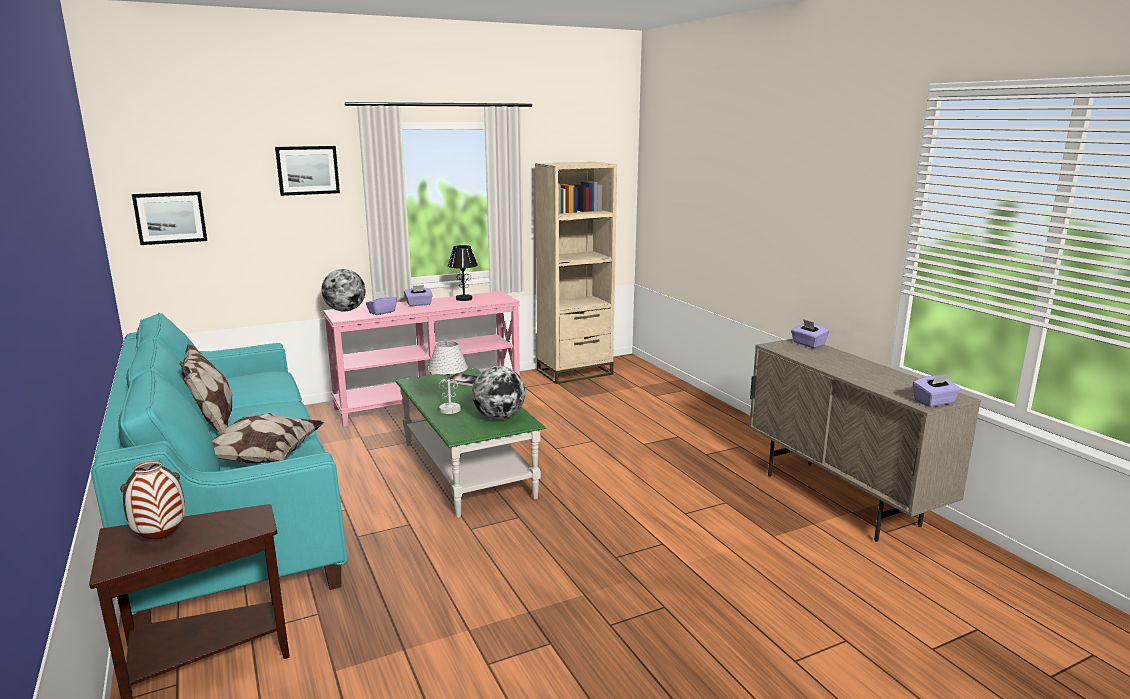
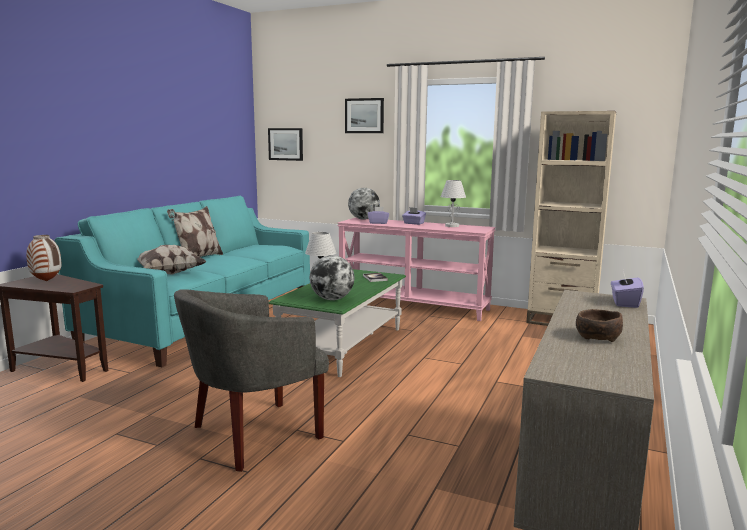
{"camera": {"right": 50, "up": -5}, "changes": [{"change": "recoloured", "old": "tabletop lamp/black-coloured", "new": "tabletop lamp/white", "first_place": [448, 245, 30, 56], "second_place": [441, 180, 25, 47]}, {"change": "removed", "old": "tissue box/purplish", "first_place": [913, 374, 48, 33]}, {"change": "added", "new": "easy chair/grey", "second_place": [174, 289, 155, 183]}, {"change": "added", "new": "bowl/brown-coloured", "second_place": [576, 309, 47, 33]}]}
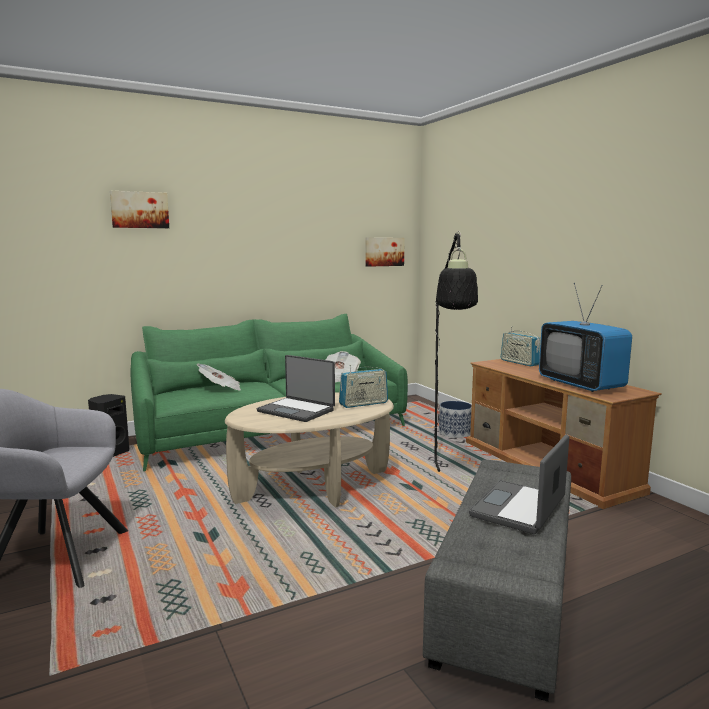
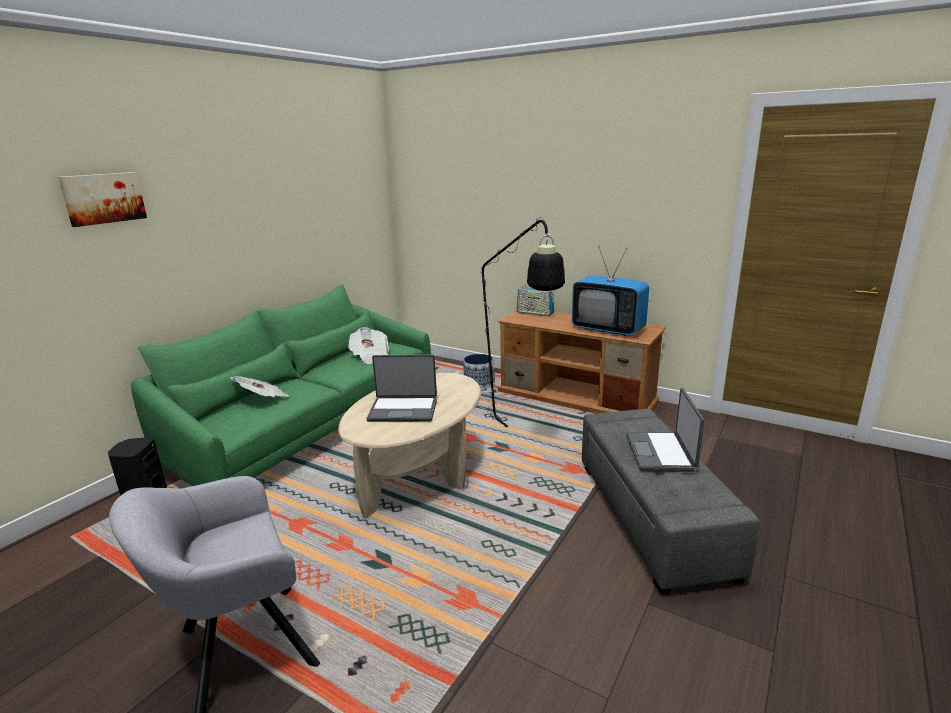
{"camera": {"right": -30, "up": 10}, "changes": [{"change": "removed", "old": "radio set", "first_place": [339, 365, 49, 43]}, {"change": "removed", "old": "wall art", "first_place": [365, 237, 40, 30]}]}
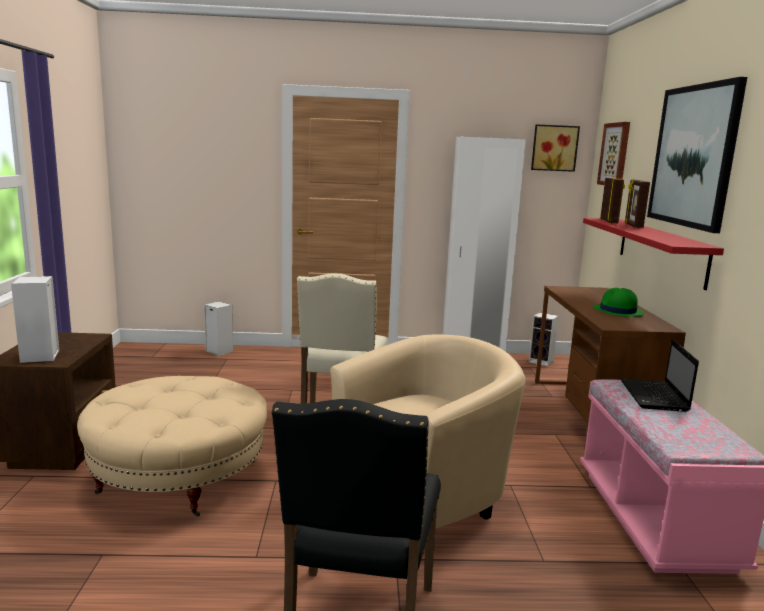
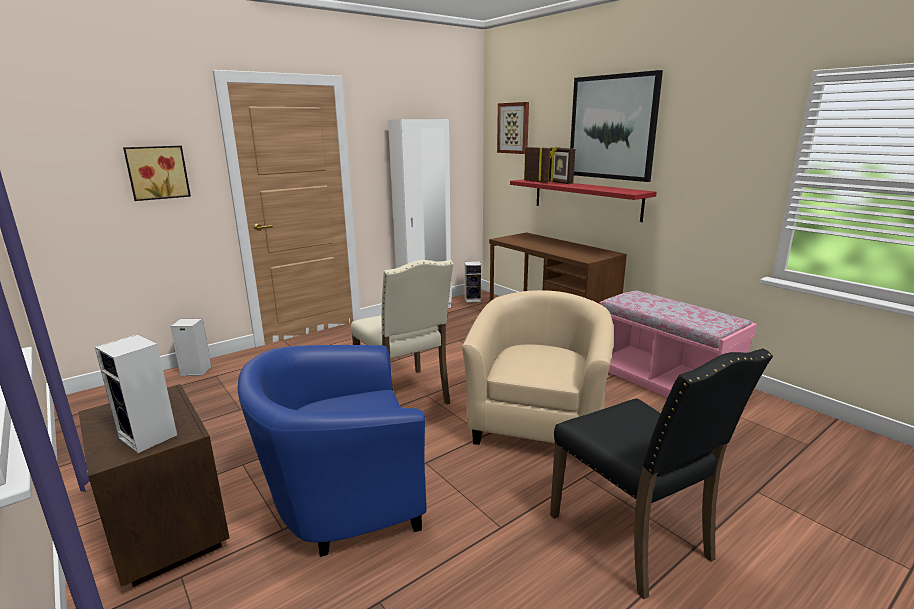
{"camera": {"right": -35, "up": 5}, "changes": [{"change": "replaced", "old": "ottoman/sand-coloured", "new": "easy chair/blue", "first_place": [77, 376, 190, 141], "second_place": [238, 345, 188, 212]}, {"change": "moved", "old": "wall art", "first_place": [531, 124, 49, 48], "second_place": [123, 146, 68, 55]}, {"change": "removed", "old": "wearable hat/green-coloured", "first_place": [593, 288, 51, 29]}, {"change": "removed", "old": "notebook computer", "first_place": [620, 339, 79, 73]}]}
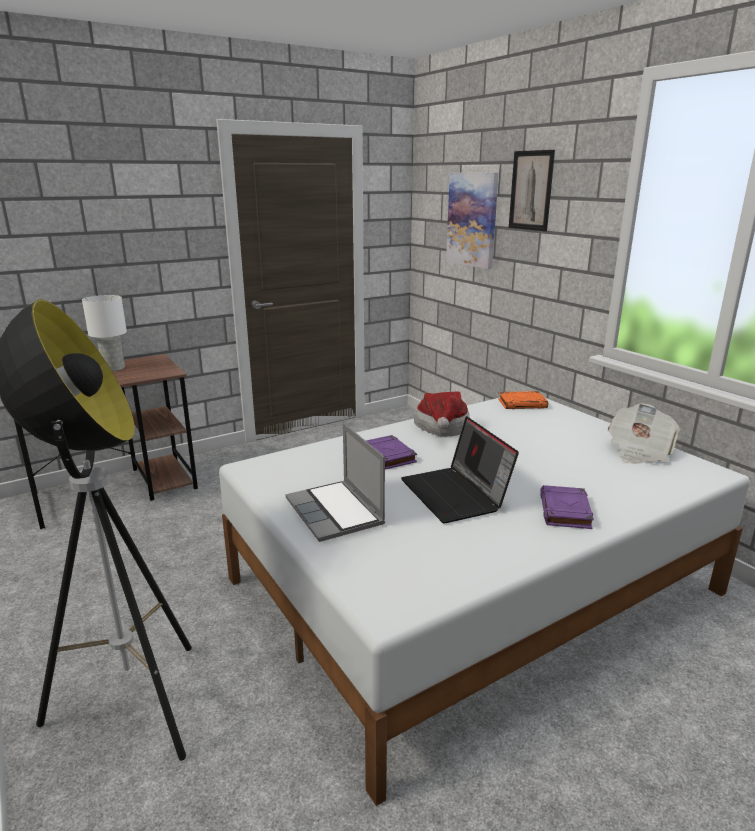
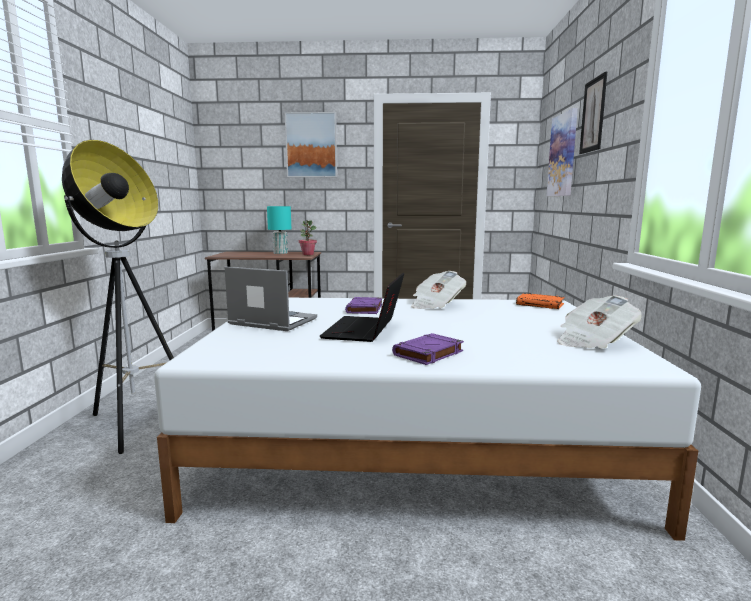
{"camera": {"right": 35, "up": -10}, "changes": [{"change": "recoloured", "old": "tabletop lamp/white", "new": "tabletop lamp/turquoise", "first_place": [82, 295, 45, 77], "second_place": [267, 206, 24, 48]}, {"change": "turned", "old": "notebook computer", "first_place": [286, 423, 99, 119], "second_place": [225, 267, 92, 64], "degrees": 105}, {"change": "replaced", "old": "wearable hat", "new": "printed paper", "first_place": [414, 391, 56, 46], "second_place": [411, 271, 55, 38]}, {"change": "added", "new": "wall art", "second_place": [285, 112, 52, 66]}, {"change": "added", "new": "potted plant", "second_place": [299, 220, 18, 35]}]}
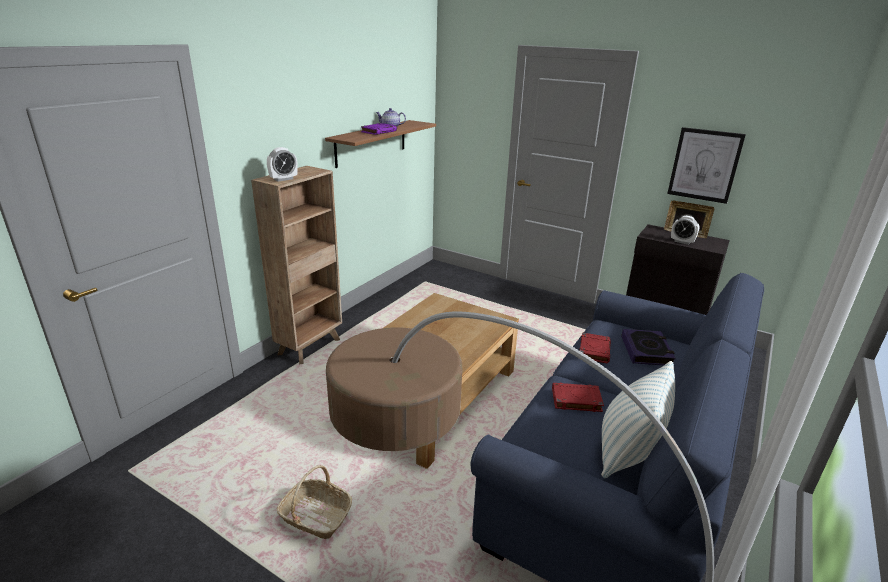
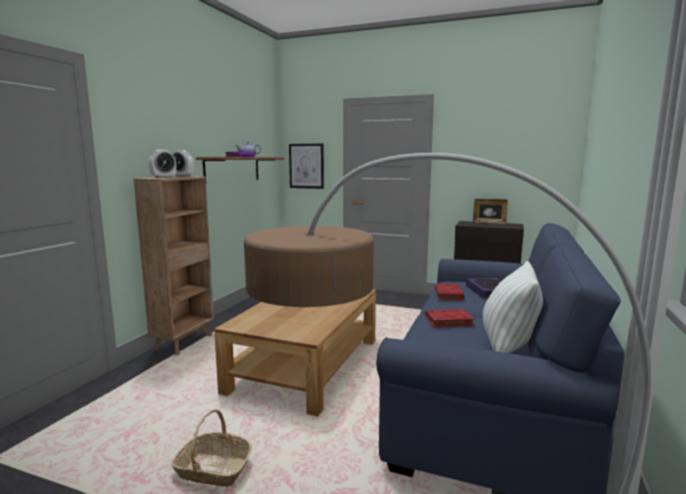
{"camera": {"right": -10, "up": -15}, "changes": [{"change": "moved", "old": "wall art", "first_place": [667, 127, 79, 77], "second_place": [289, 143, 35, 46]}, {"change": "moved", "old": "table clock", "first_place": [671, 216, 28, 29], "second_place": [173, 150, 21, 27]}]}
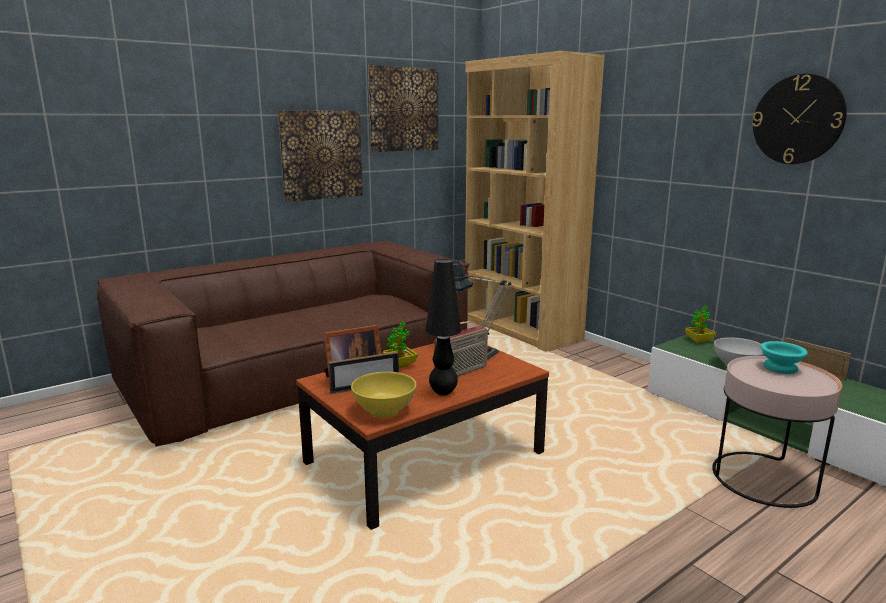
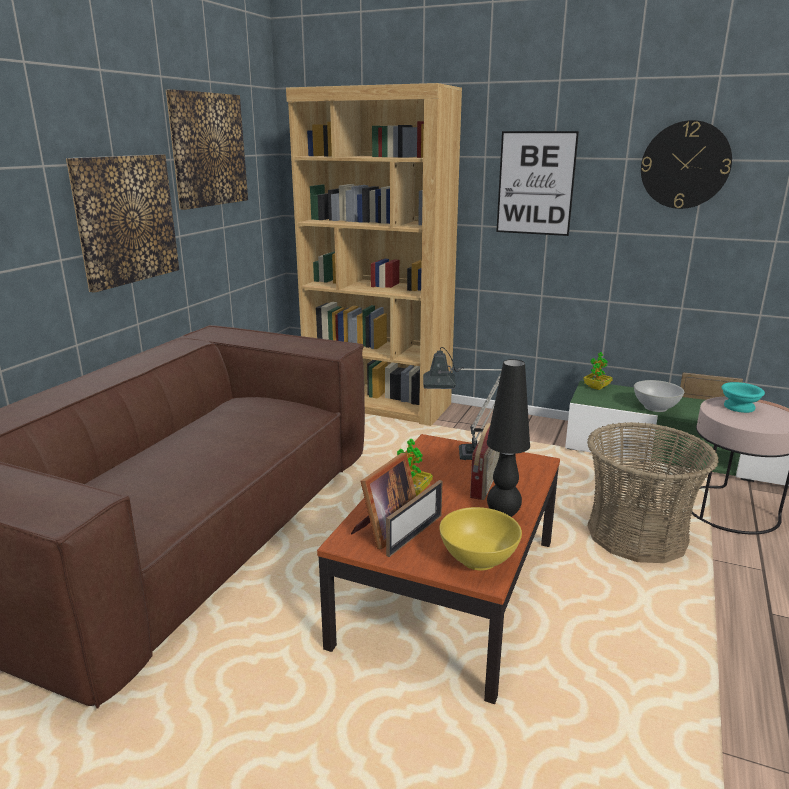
{"camera": {"right": -30, "up": 5}, "changes": [{"change": "added", "new": "wall art", "second_place": [496, 131, 83, 105]}, {"change": "added", "new": "household basket", "second_place": [587, 422, 132, 141]}]}
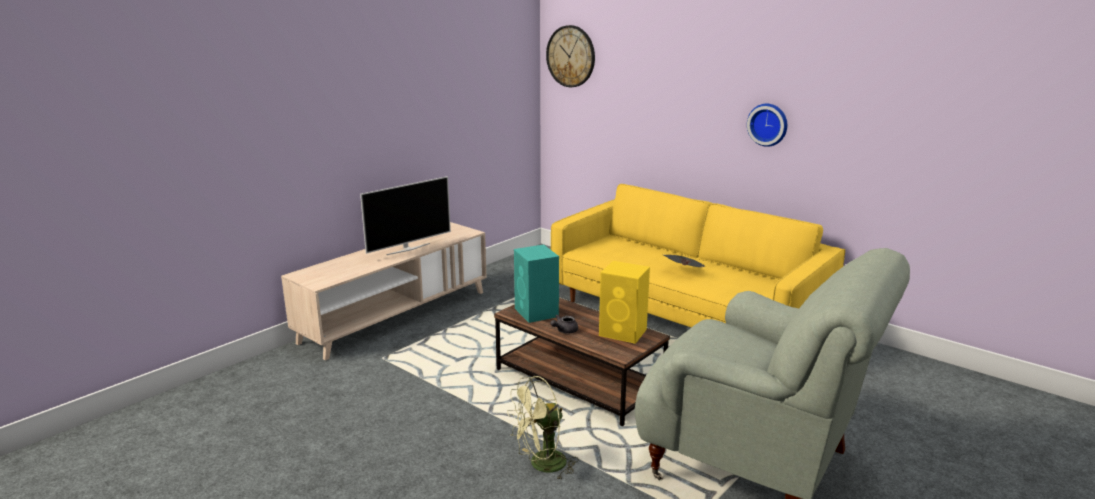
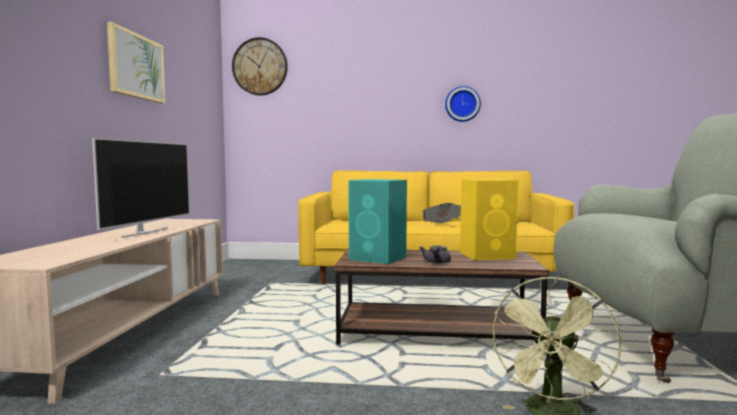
{"camera": {"right": -35, "up": -15}, "changes": [{"change": "added", "new": "wall art", "second_place": [107, 22, 58, 81]}]}
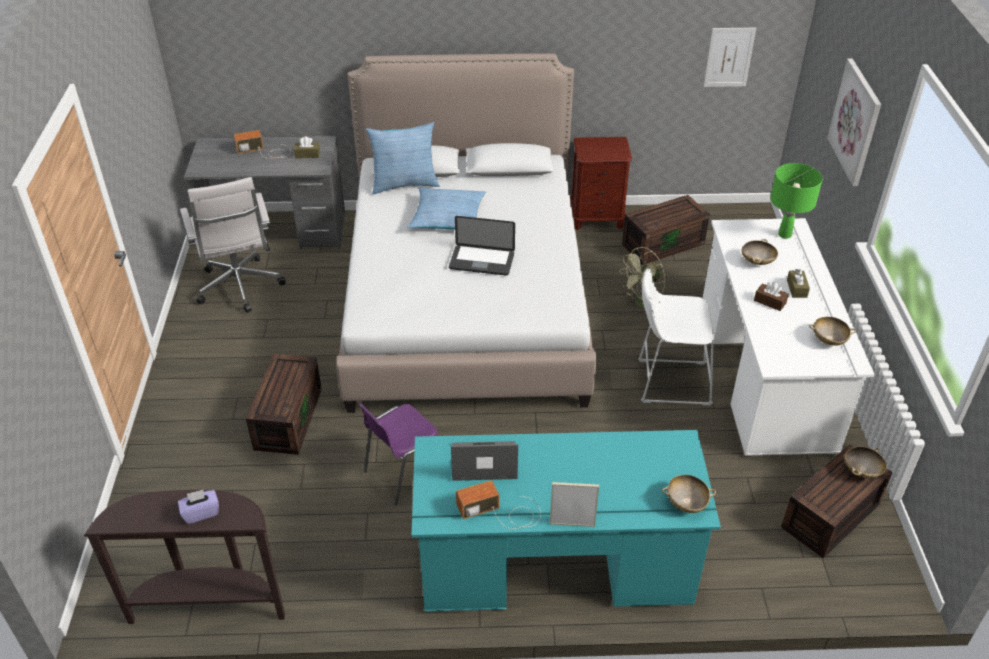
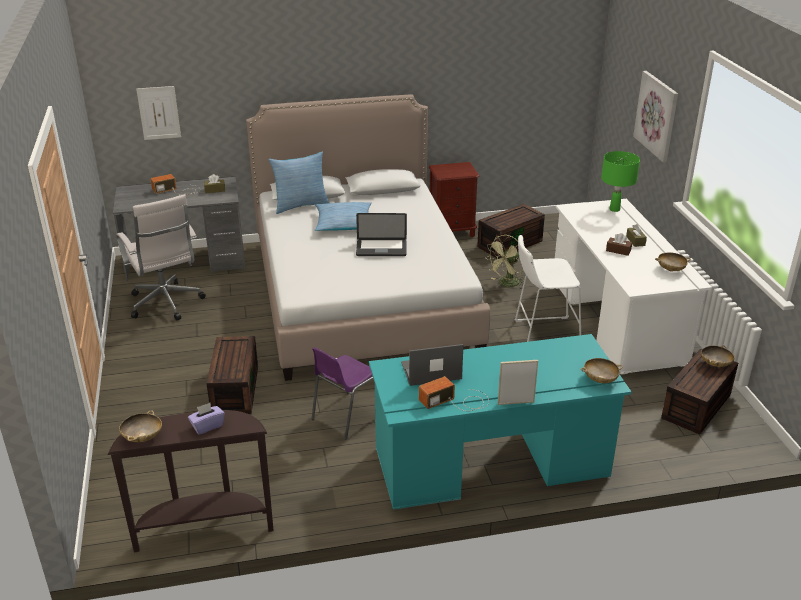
{"camera": {"right": -10, "up": -10}, "changes": [{"change": "moved", "old": "wall art", "first_place": [704, 28, 52, 59], "second_place": [136, 86, 45, 54]}, {"change": "moved", "old": "bowl/sand-coloured", "first_place": [741, 239, 37, 26], "second_place": [119, 410, 43, 32]}]}
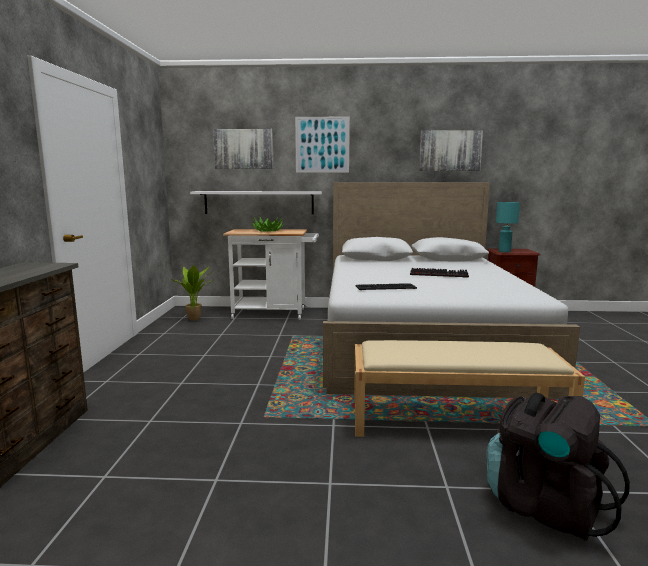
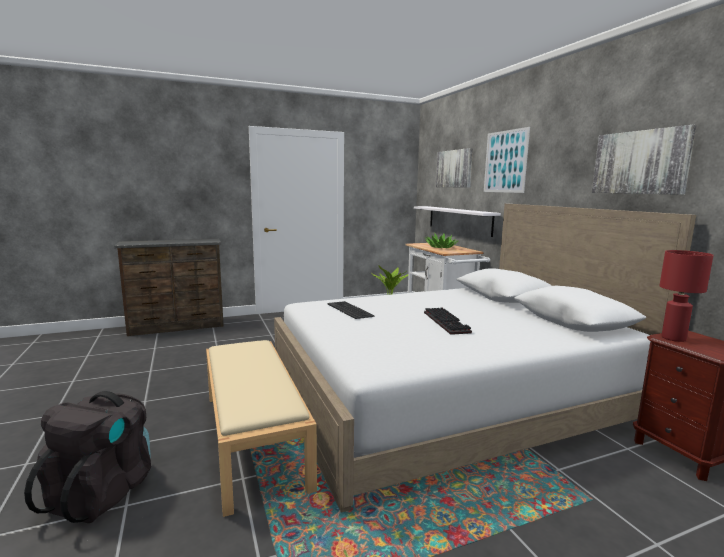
{"camera": {"right": 65, "up": 0}, "changes": [{"change": "recoloured", "old": "tabletop lamp/turquoise", "new": "tabletop lamp/reddish", "first_place": [496, 202, 24, 50], "second_place": [659, 250, 55, 92]}]}
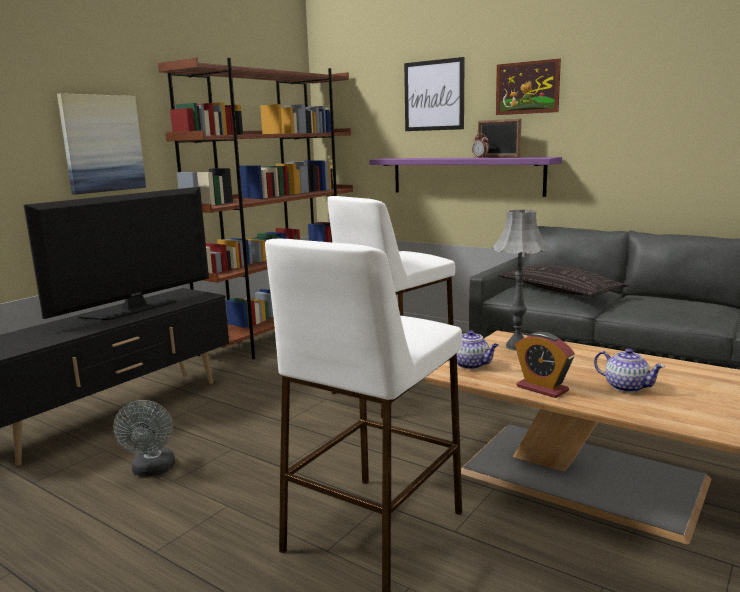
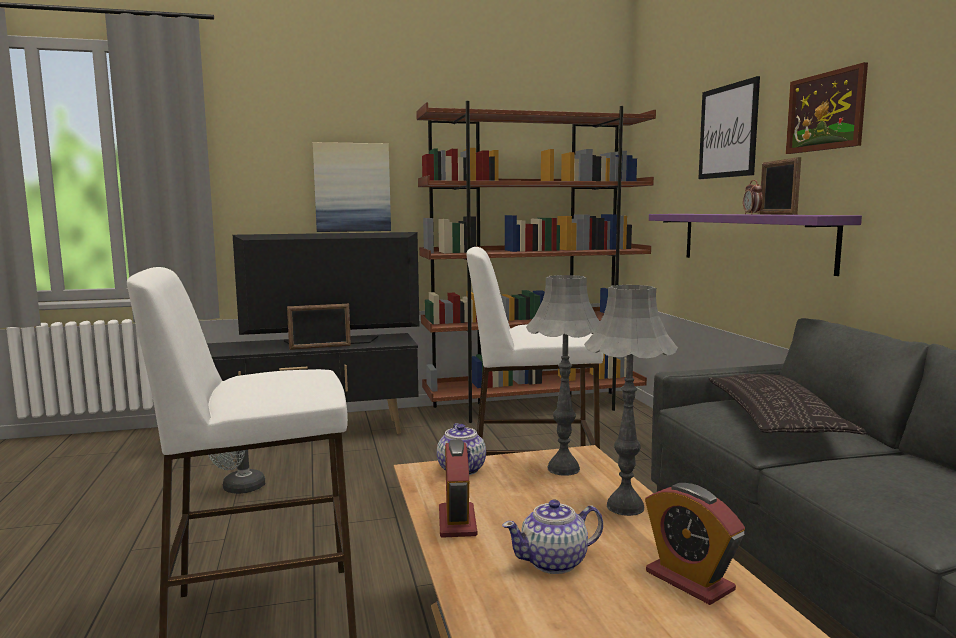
{"camera": {"right": 40, "up": -5}, "changes": [{"change": "turned", "old": "pot for tea", "first_place": [594, 349, 71, 44], "second_place": [502, 499, 101, 75], "degrees": 75}, {"change": "added", "new": "standing frame", "second_place": [287, 304, 64, 46]}, {"change": "added", "new": "tabletop lamp/grey", "second_place": [584, 285, 94, 231]}, {"change": "added", "new": "table clock", "second_place": [645, 483, 100, 122]}]}
